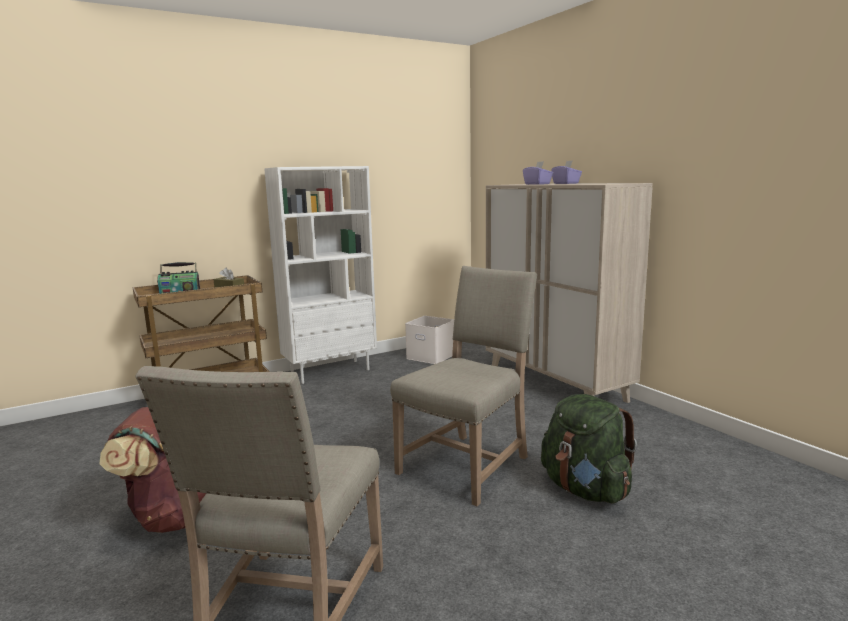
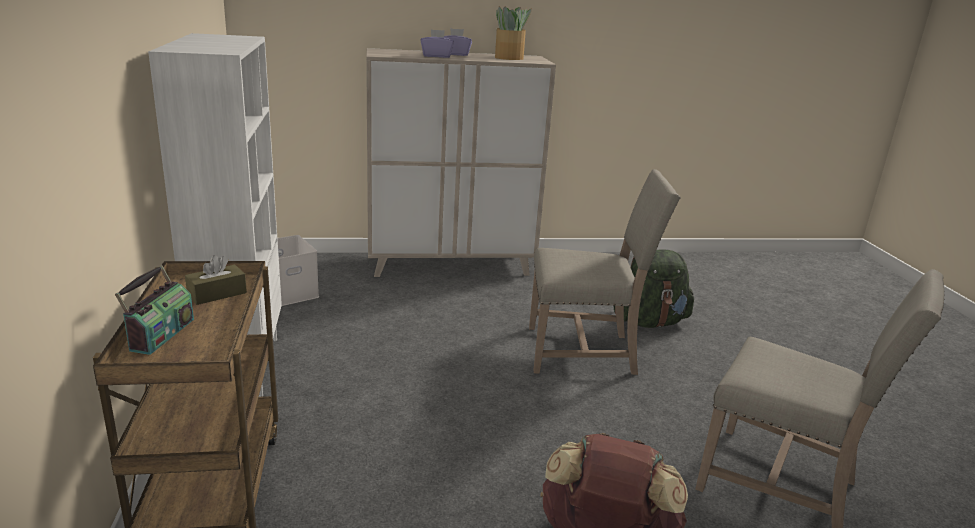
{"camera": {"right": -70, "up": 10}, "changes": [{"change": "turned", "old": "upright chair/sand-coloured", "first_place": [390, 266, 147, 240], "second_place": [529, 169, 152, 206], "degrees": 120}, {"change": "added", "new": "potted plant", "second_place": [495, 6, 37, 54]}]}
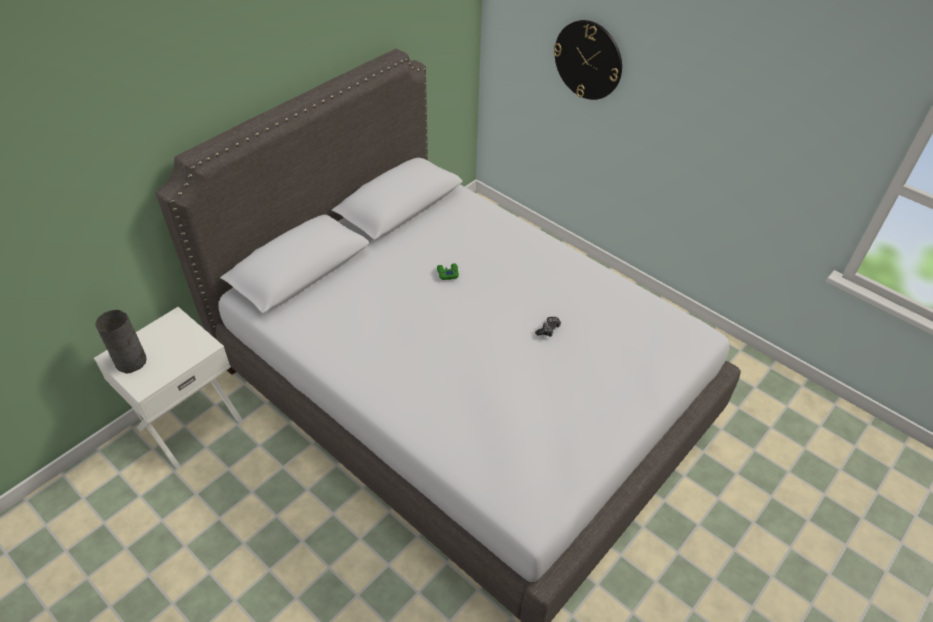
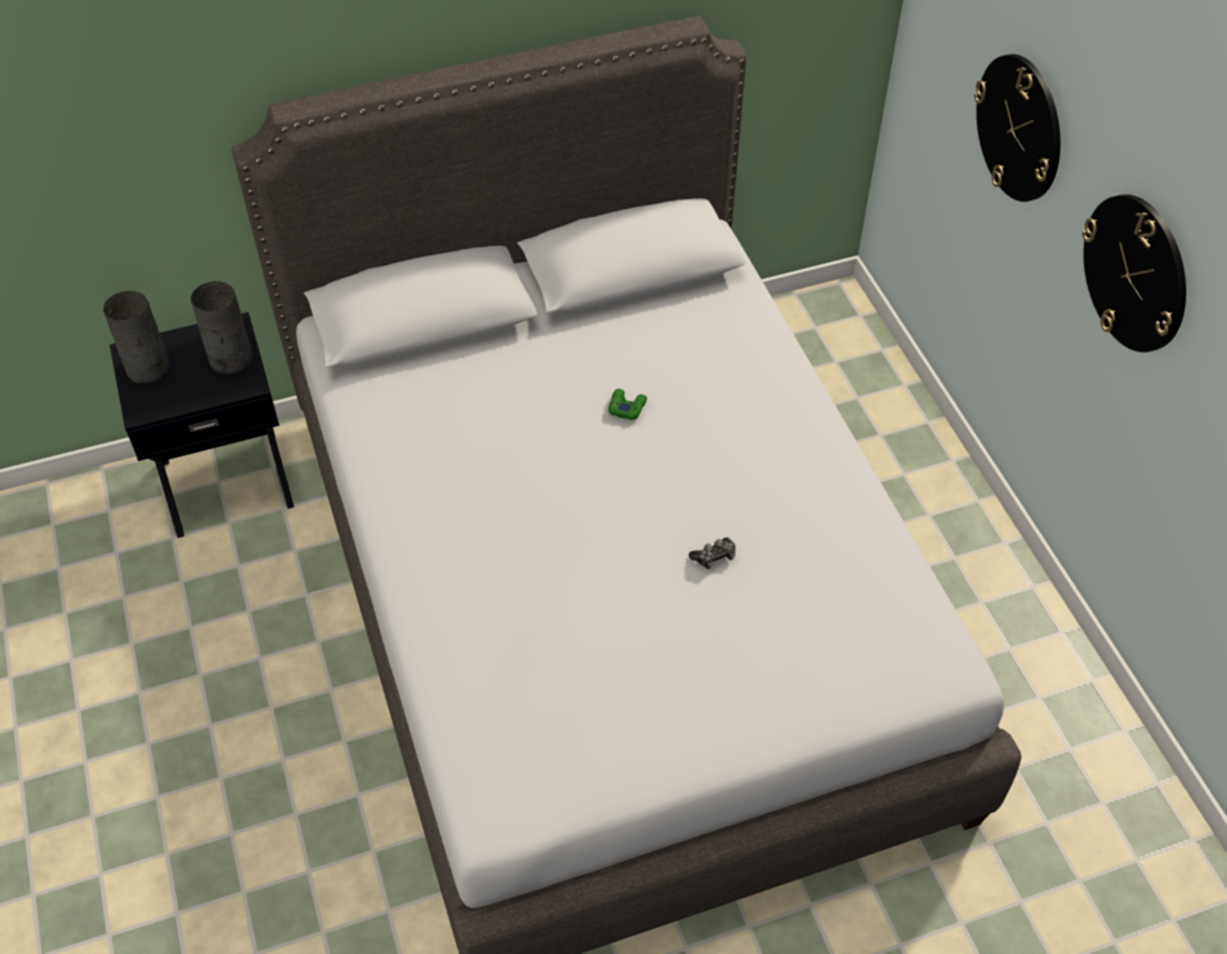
{"camera": {"right": 30, "up": 5}, "changes": [{"change": "recoloured", "old": "bedside table/white", "new": "bedside table/black-coloured", "first_place": [94, 307, 149, 163], "second_place": [110, 312, 184, 226]}, {"change": "added", "new": "decorative vase/grey", "second_place": [191, 281, 62, 94]}, {"change": "added", "new": "wall clock", "second_place": [1082, 194, 104, 158]}]}
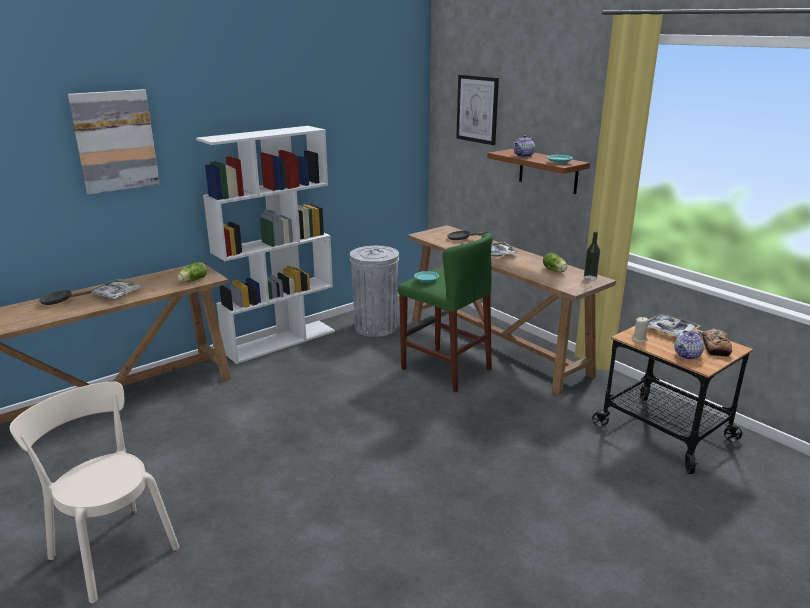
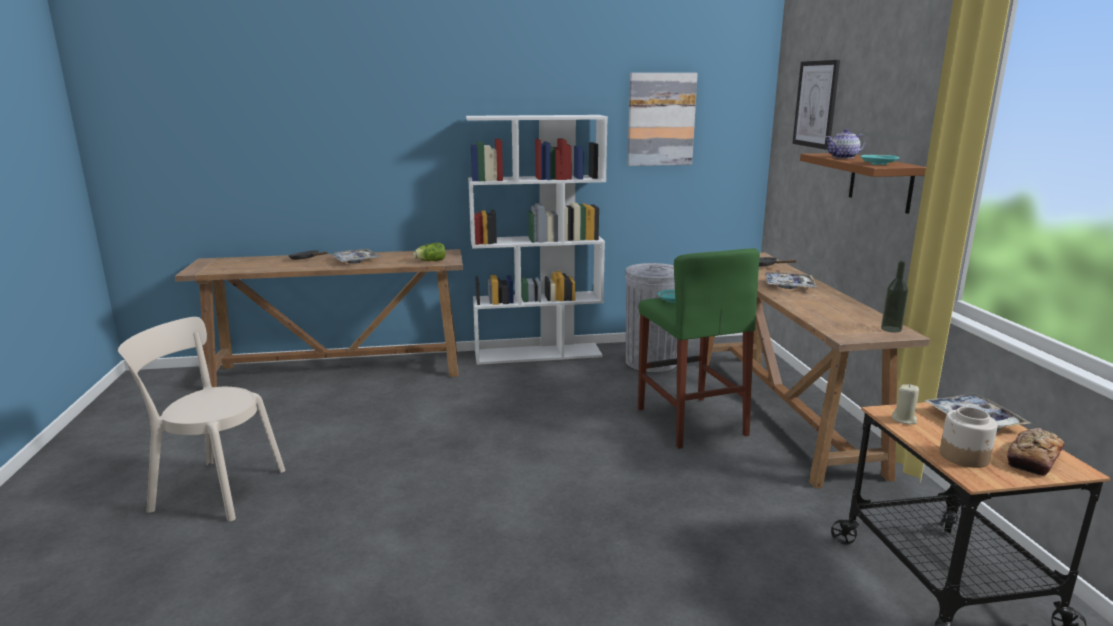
{"camera": {"right": 30, "up": -5}, "changes": [{"change": "turned", "old": "upright chair/sand-coloured", "first_place": [10, 382, 169, 221], "second_place": [118, 317, 167, 204], "degrees": -60}, {"change": "moved", "old": "wall art", "first_place": [68, 89, 92, 106], "second_place": [628, 73, 70, 93]}, {"change": "removed", "old": "lettuce", "first_place": [543, 253, 24, 19]}, {"change": "replaced", "old": "pot for tea", "new": "preserve jar", "first_place": [675, 331, 29, 29], "second_place": [940, 407, 58, 61]}]}
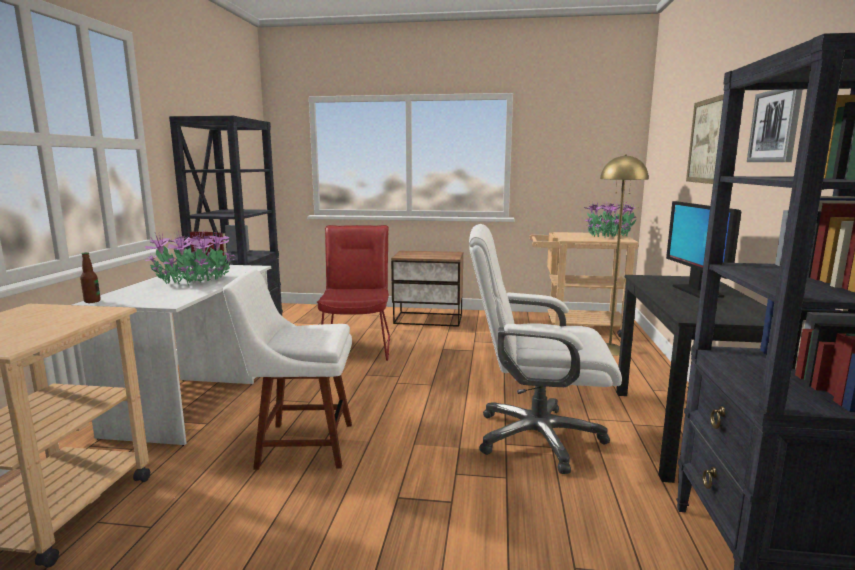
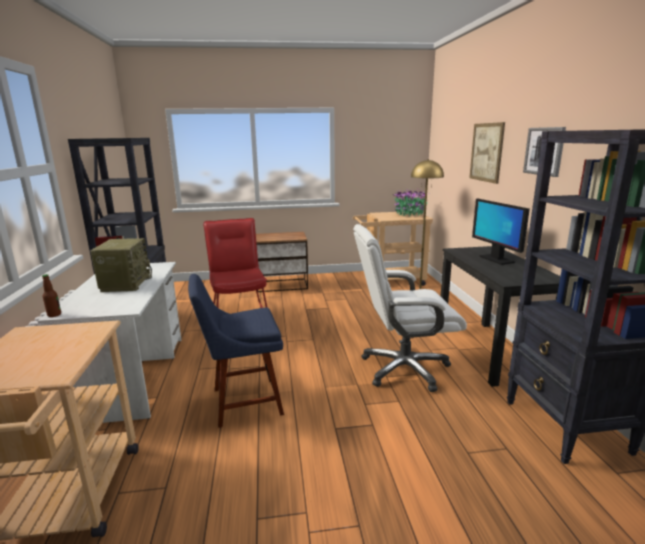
{"camera": {"right": -15, "up": 5}, "changes": [{"change": "replaced", "old": "potted plant", "new": "radio set", "first_place": [145, 231, 90, 55], "second_place": [91, 238, 61, 54]}, {"change": "recoloured", "old": "upright chair/white", "new": "upright chair/blue", "first_place": [223, 269, 129, 201], "second_place": [188, 274, 96, 154]}]}
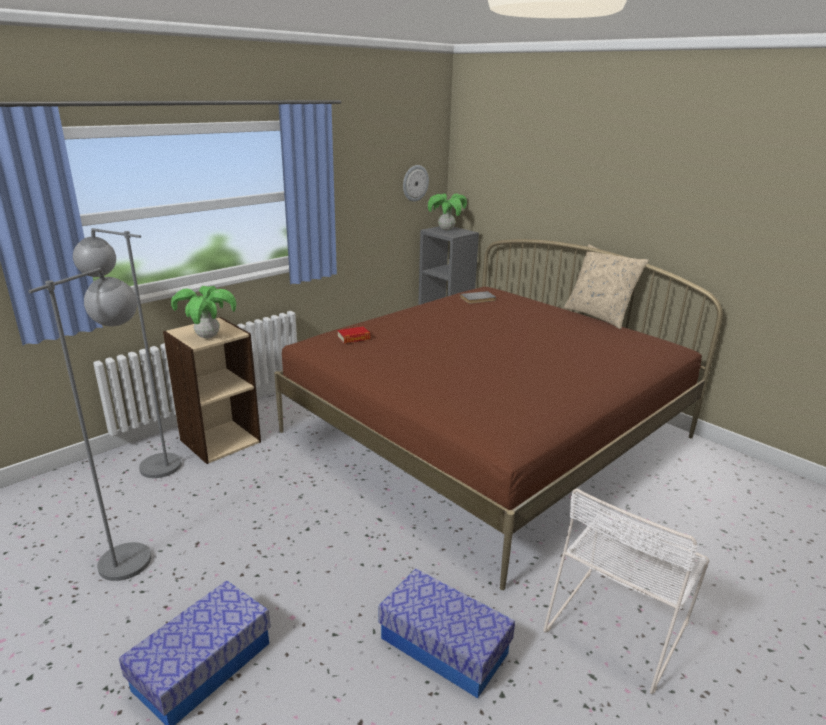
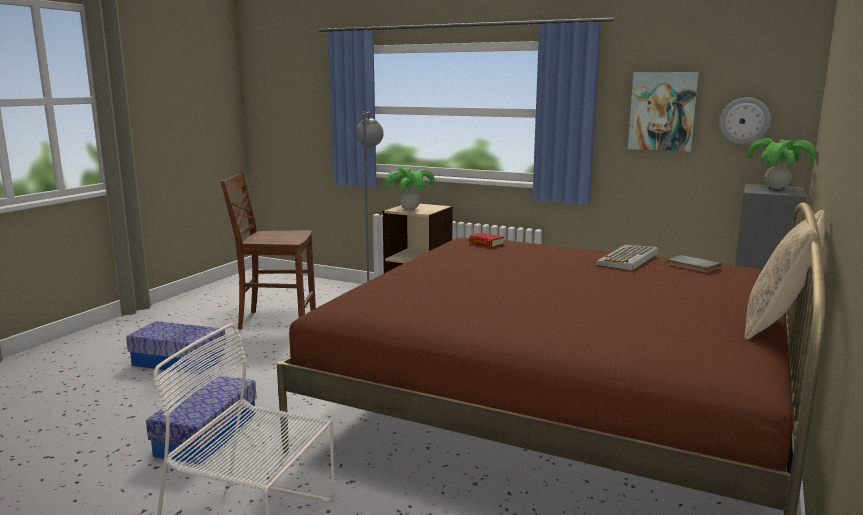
{"camera": {"right": 70, "up": -10}, "changes": [{"change": "replaced", "old": "floor lamp/grey", "new": "upright chair/brown-coloured", "first_place": [28, 268, 123, 313], "second_place": [220, 172, 96, 158]}, {"change": "added", "new": "PC keyboard", "second_place": [596, 245, 63, 26]}, {"change": "added", "new": "wall art", "second_place": [628, 72, 71, 80]}]}
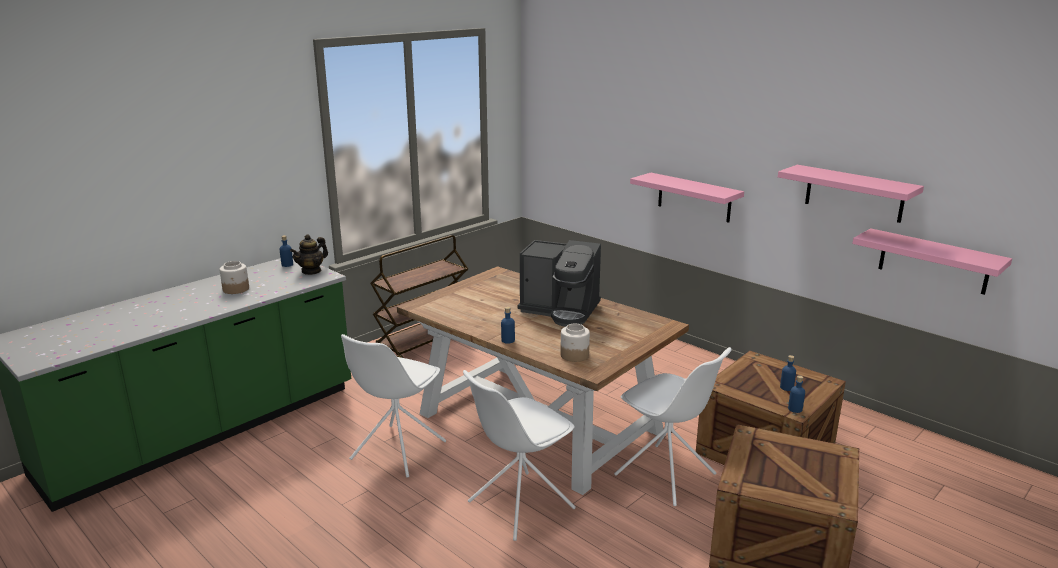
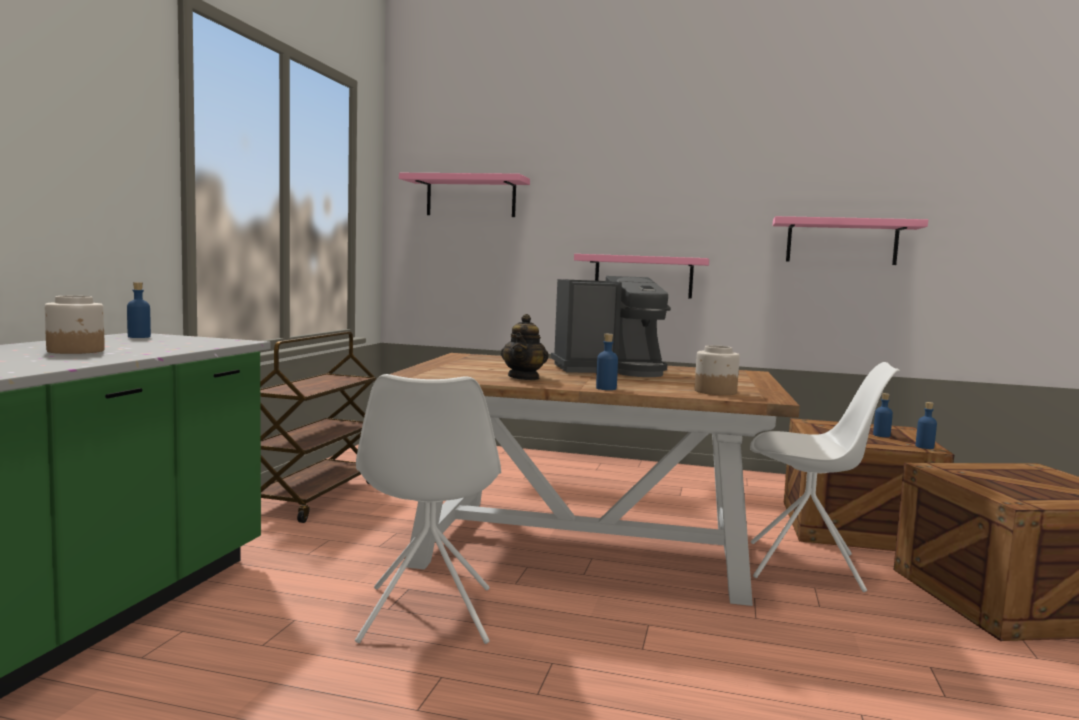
{"camera": {"right": -30, "up": -15}, "changes": [{"change": "moved", "old": "pot for tea", "first_place": [290, 234, 38, 41], "second_place": [501, 314, 48, 66]}, {"change": "removed", "old": "upright chair/white", "first_place": [463, 370, 113, 171]}, {"change": "moved", "old": "shelf/pink-coloured", "first_place": [852, 228, 160, 67], "second_place": [399, 173, 131, 44]}]}
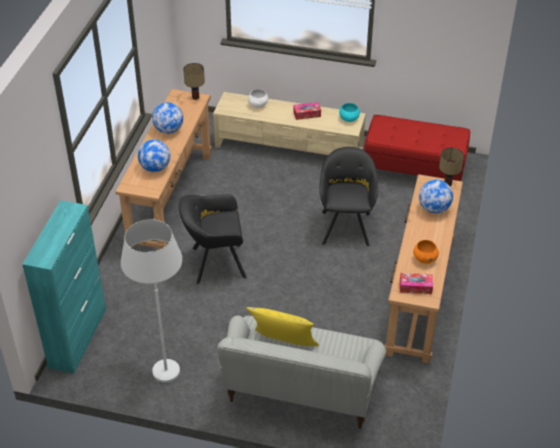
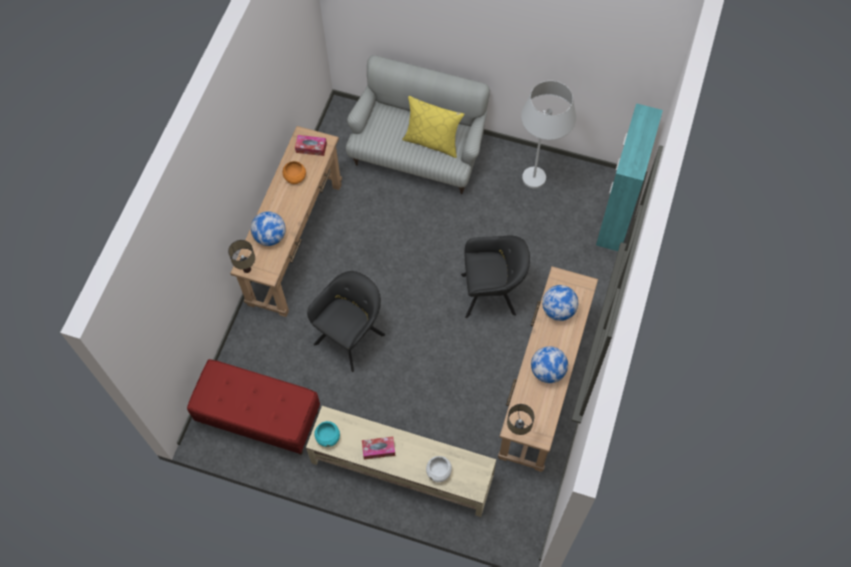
{"camera": {"right": -175, "up": 20}, "changes": [{"change": "turned", "old": "easy chair/black-coloured", "first_place": [319, 147, 59, 100], "second_place": [307, 271, 78, 101], "degrees": -150}]}
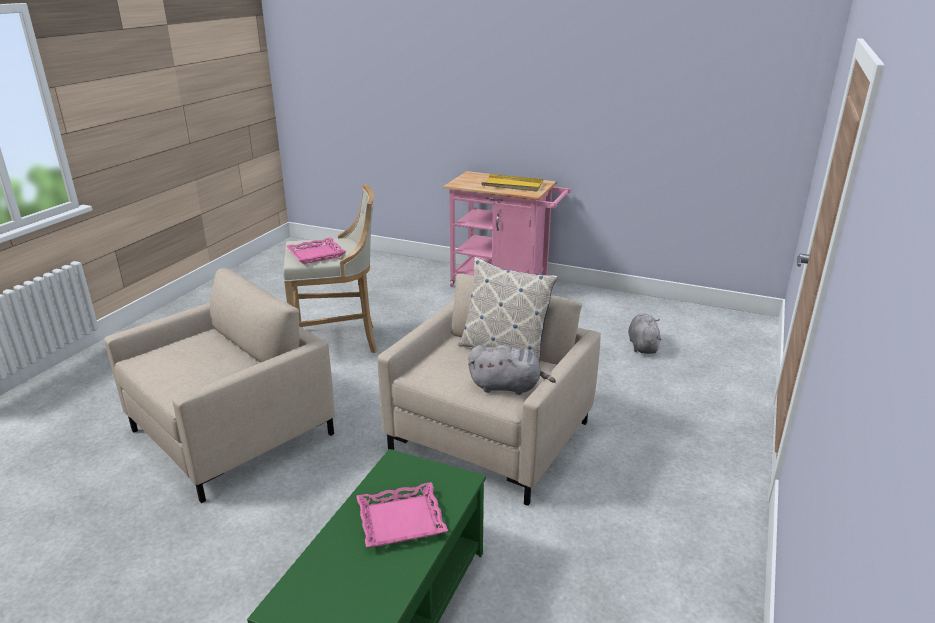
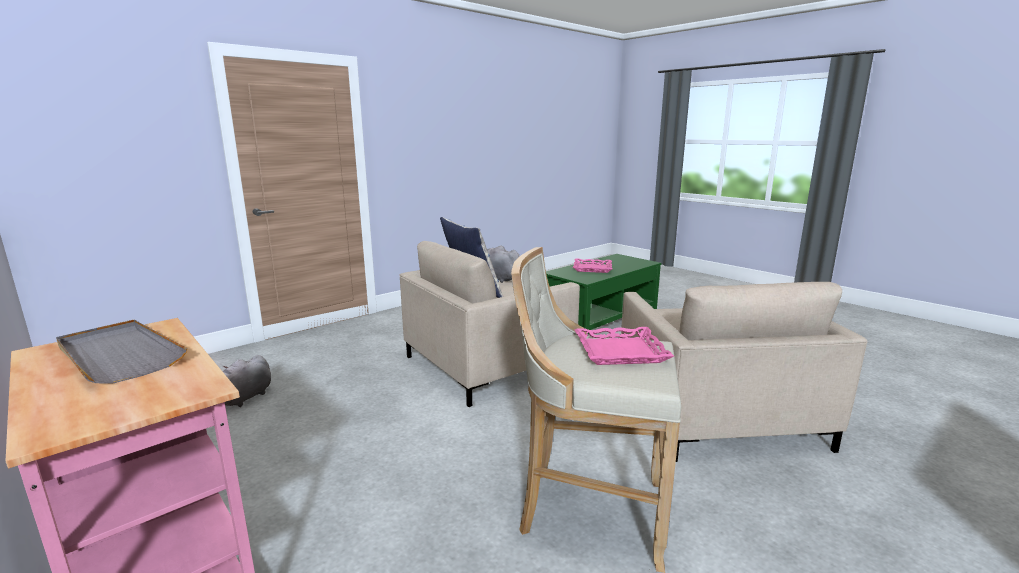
{"camera": {"right": -155, "up": -10}, "changes": [{"change": "turned", "old": "easy chair/sand-coloured", "first_place": [104, 268, 231, 235], "second_place": [621, 282, 246, 180], "degrees": -75}, {"change": "recoloured", "old": "tray/yellowish", "new": "tray/grey", "first_place": [481, 174, 62, 18], "second_place": [56, 320, 132, 63]}]}
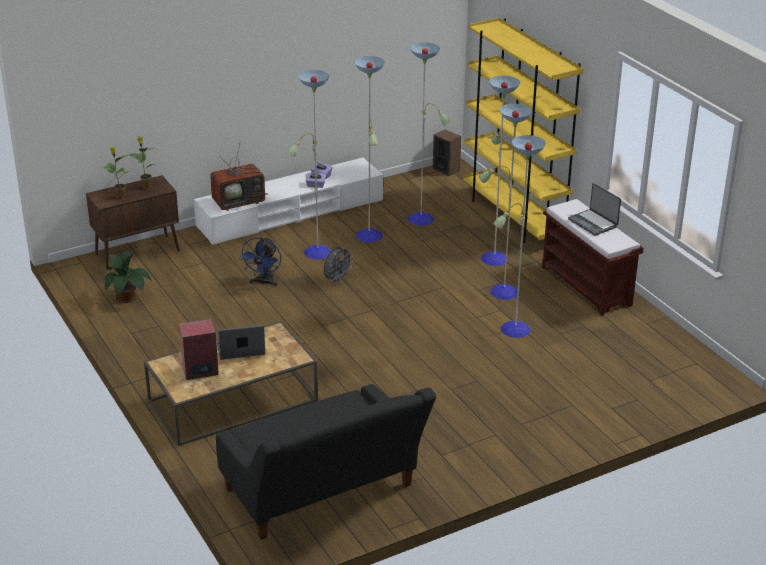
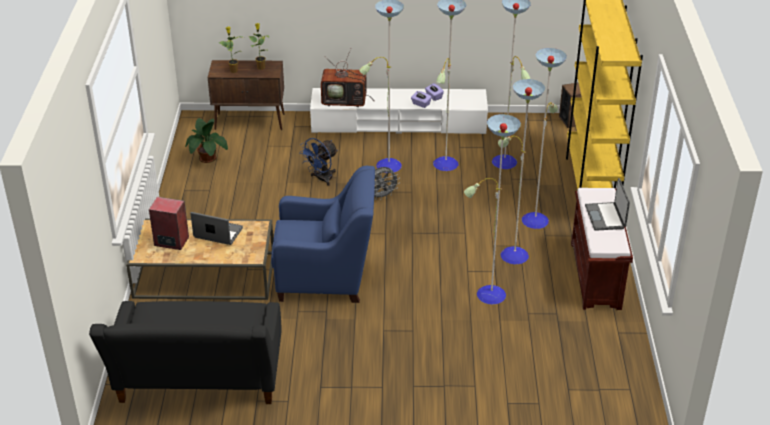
{"camera": {"right": 30, "up": 5}, "changes": [{"change": "added", "new": "easy chair/blue", "second_place": [271, 166, 104, 137]}]}
